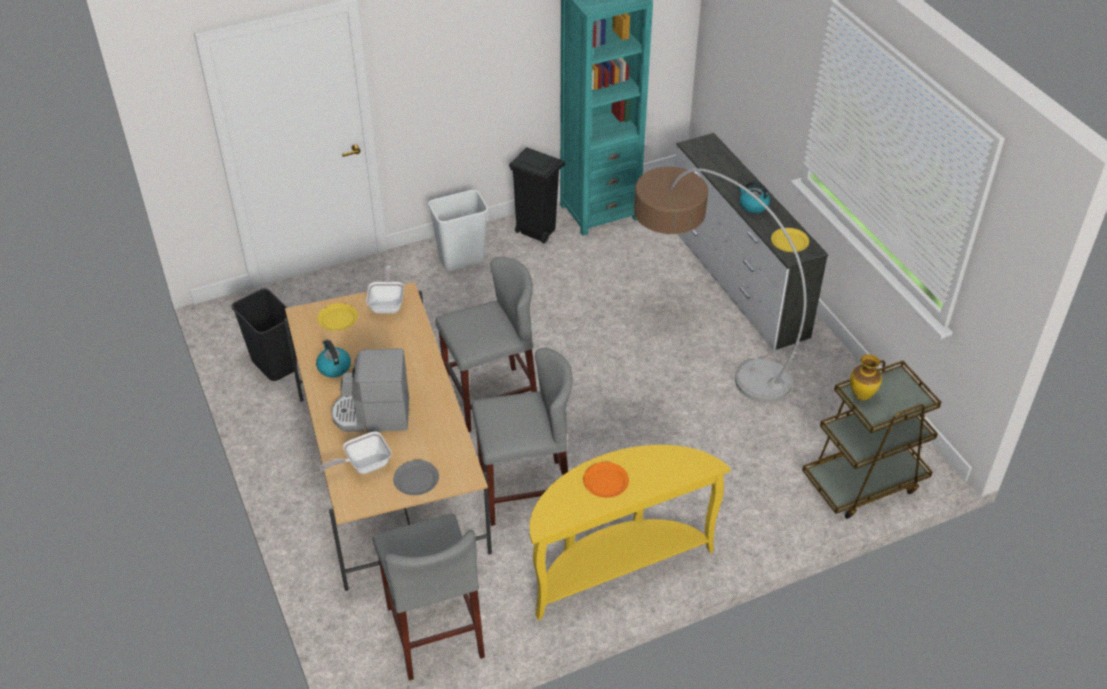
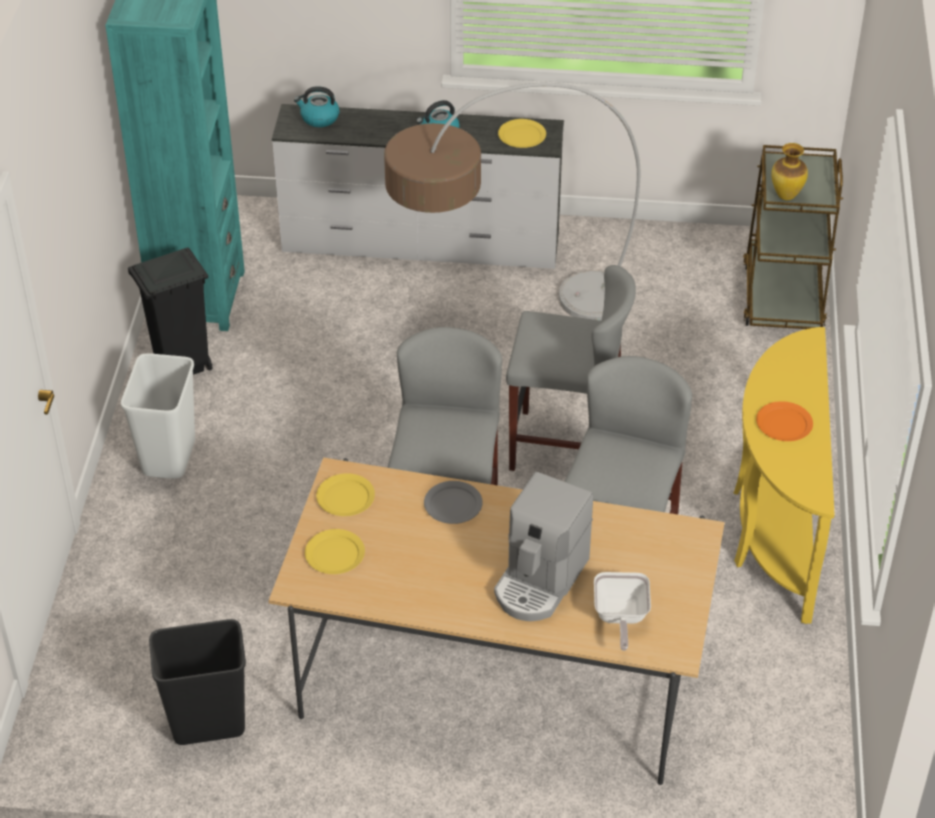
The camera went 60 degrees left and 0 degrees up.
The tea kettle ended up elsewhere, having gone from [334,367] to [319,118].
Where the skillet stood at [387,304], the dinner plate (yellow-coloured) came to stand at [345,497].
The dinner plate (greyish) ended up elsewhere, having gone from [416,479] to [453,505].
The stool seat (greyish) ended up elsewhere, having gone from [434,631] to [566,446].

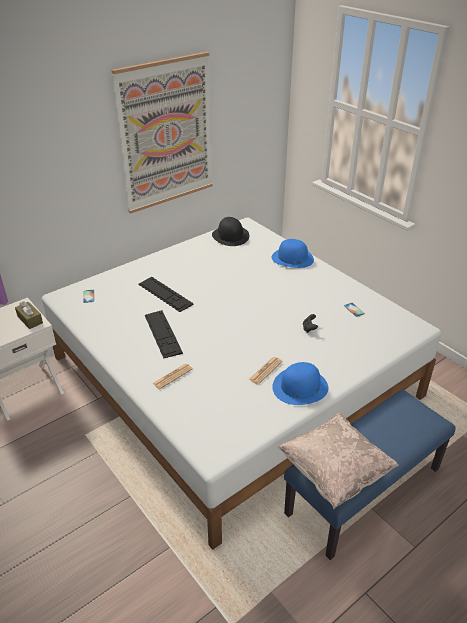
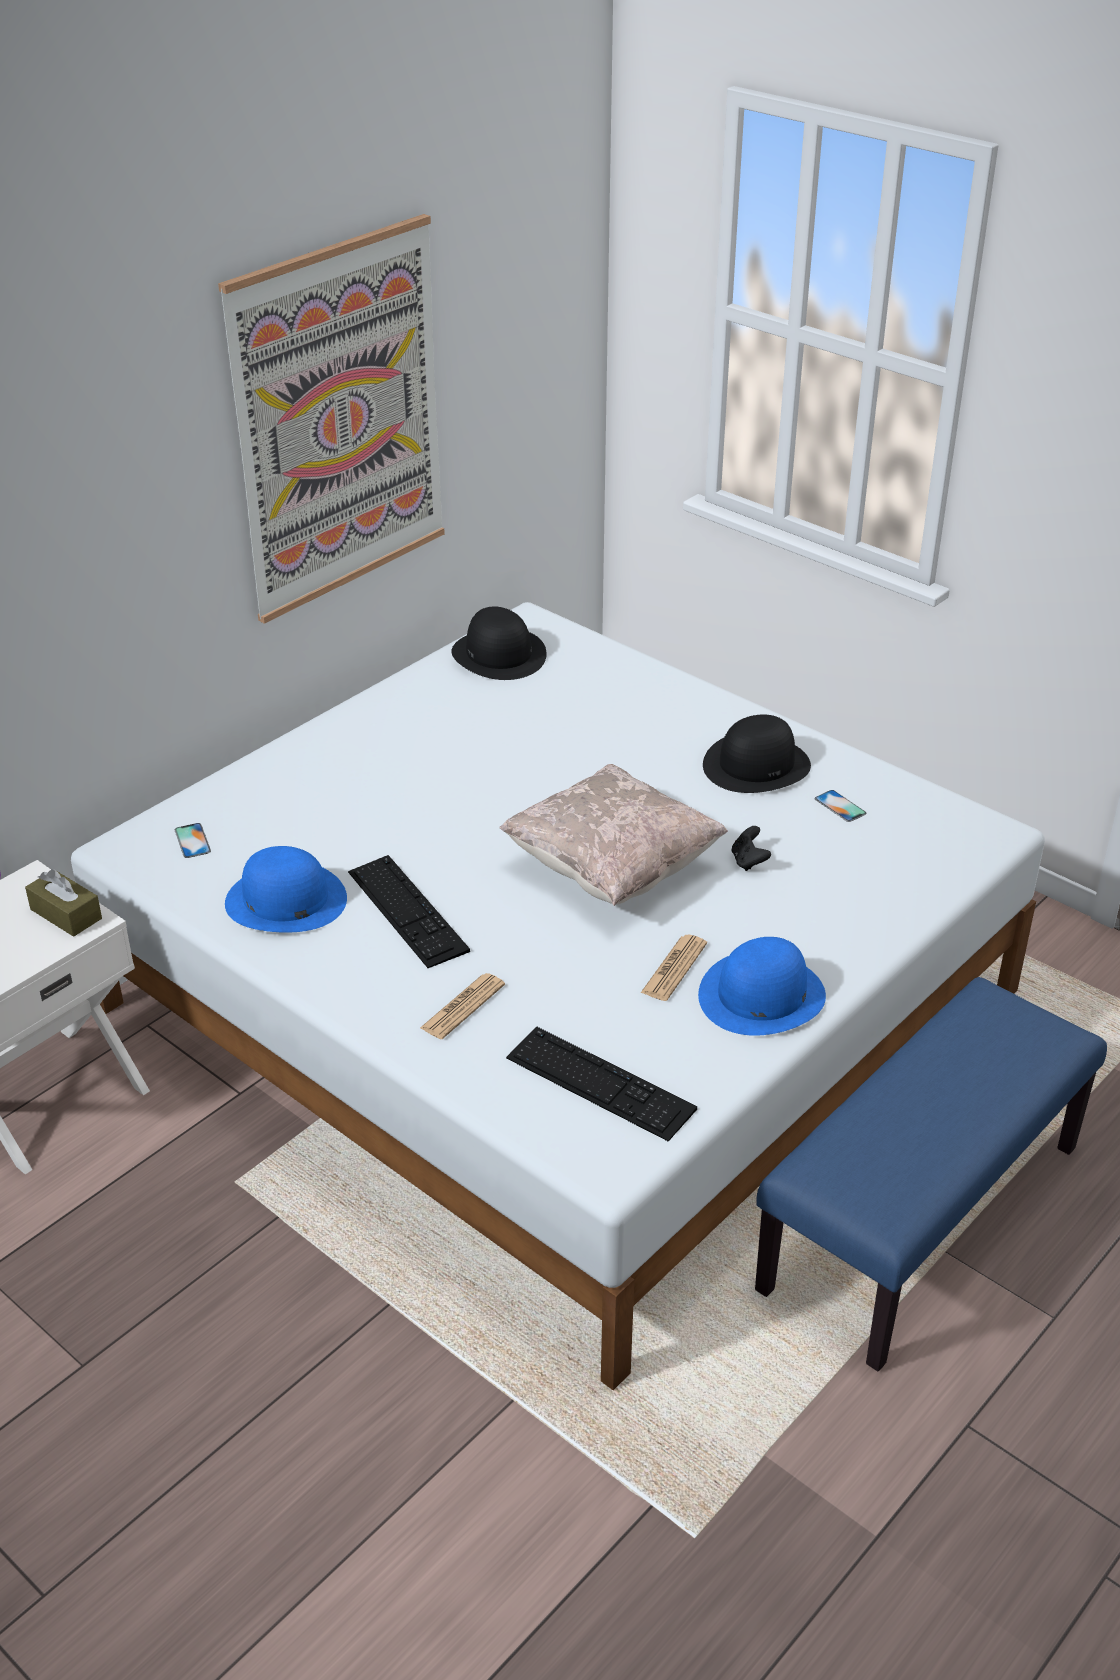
The camera went 10 degrees left and 0 degrees up.
The hat (blue) ended up elsewhere, having gone from [292,258] to [285,900].
The throw pillow (beige-coloured) ended up elsewhere, having gone from [334,472] to [612,868].
The PC keyboard ended up elsewhere, having gone from [165,294] to [600,1083].
The second view gained the hat (black-coloured) at [756,765].

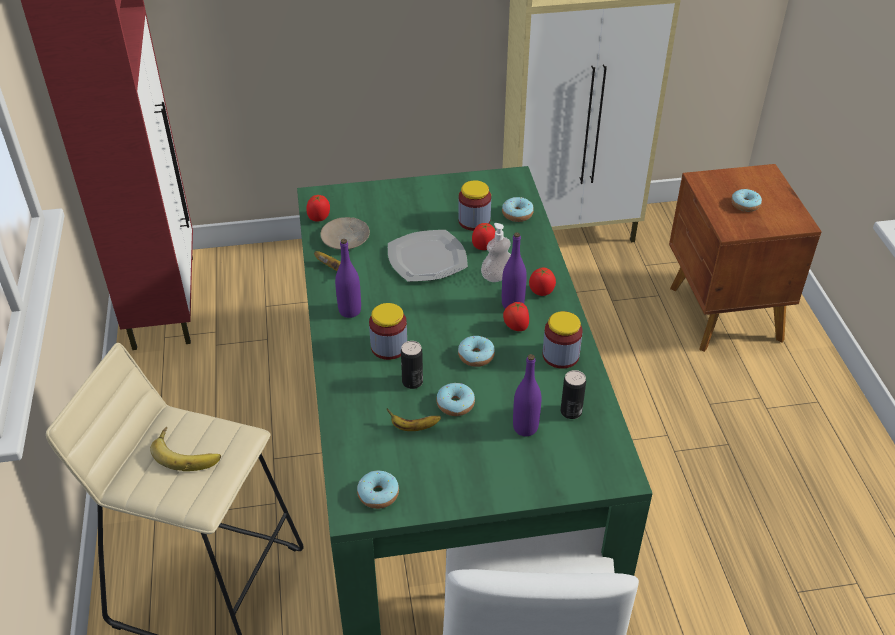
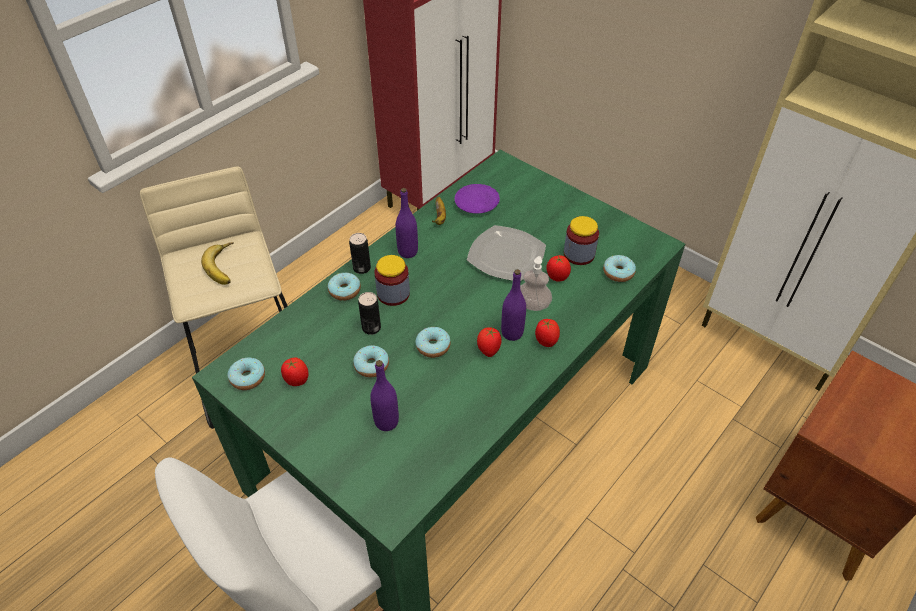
The camera went 50 degrees right and 5 degrees up.
The fresh tomato ended up elsewhere, having gone from [319,218] to [296,380].
The ring doughnut ended up elsewhere, having gone from [745,205] to [344,291].
The metal can ended up elsewhere, having gone from [571,411] to [362,268].
What was the dinner plate (beige-coloured) at [346,238] turned into the dinner plate (purple-coloured) at [477,203].
The second view lost the banana at [414,427].
The second view lost the preserve jar at [560,355].

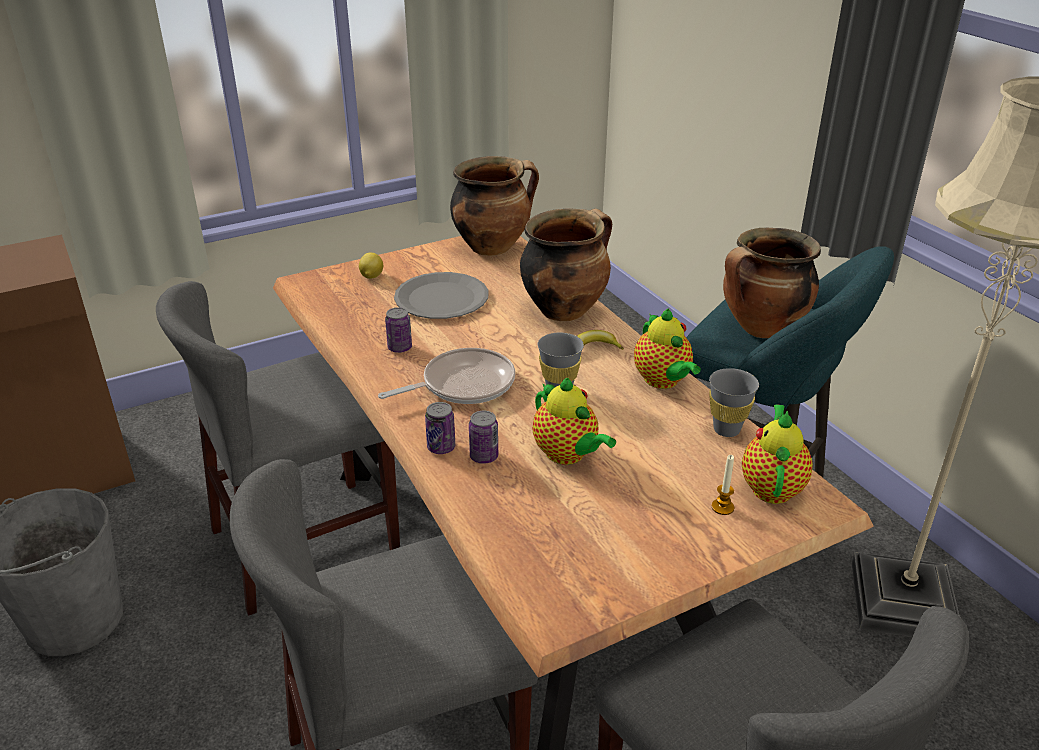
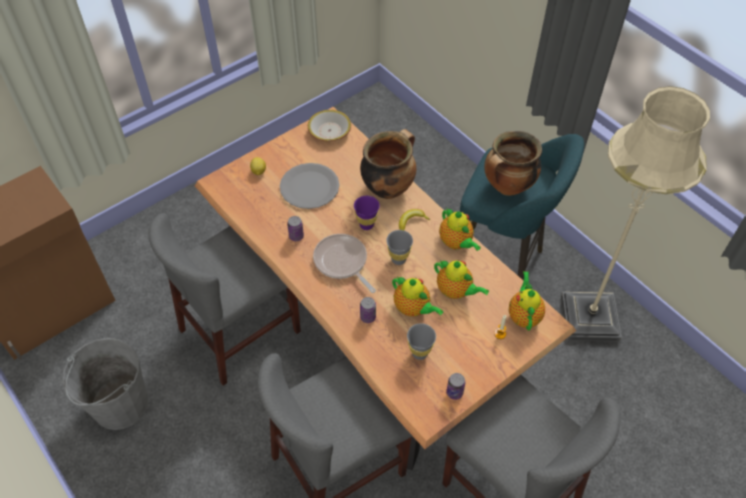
The camera went 10 degrees left and 20 degrees up.
Where the cooking pot stood at [493,247], the deep dish came to stand at [329,131].
The skillet at [463,385] ended up facing another way, 90 degrees counterclockwise from before.
The second view gained the small cup (purple-coloured) at [366,225].
The small cup (greyish) ended up elsewhere, having gone from [726,429] to [419,353].
The second view gained the teapot at [456,291].
The metal can ended up elsewhere, having gone from [441,447] to [454,392].

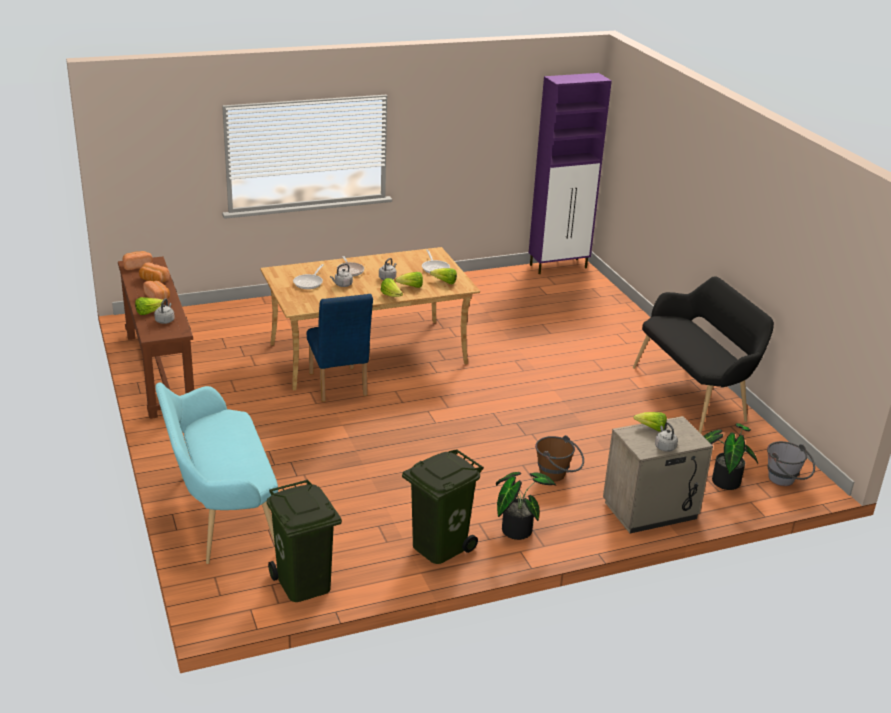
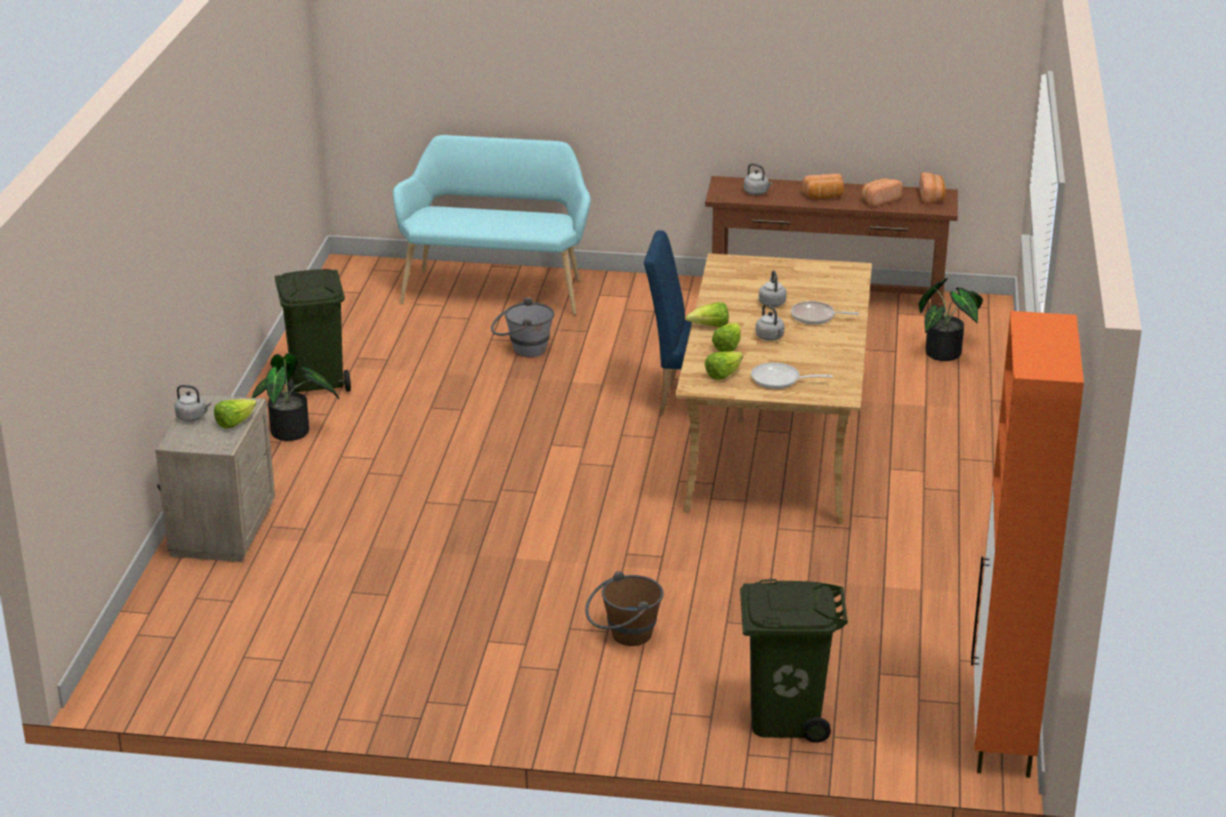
The camera went 120 degrees right and 0 degrees up.
The water bucket (greyish) ended up elsewhere, having gone from [785,481] to [522,350].
The water bucket (brown) ended up elsewhere, having gone from [557,476] to [624,637].
The waste bin (green) ended up elsewhere, having gone from [303,583] to [784,717].
The potted plant ended up elsewhere, having gone from [723,480] to [948,353].
What was the storage cabinet (purple-coloured) at [559,266] turned into the storage cabinet (orange) at [1001,737].
The second view lost the lettuce at [148,312].
The second view lost the skillet at [309,282].
The second view lost the bench (black-coloured) at [694,394].

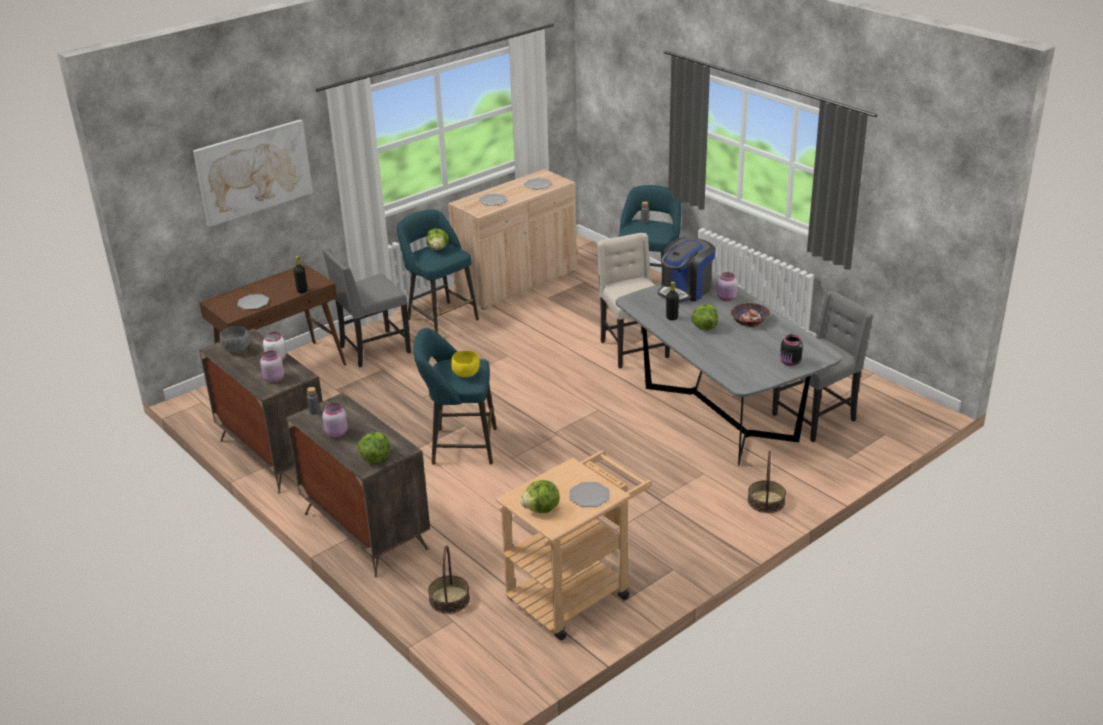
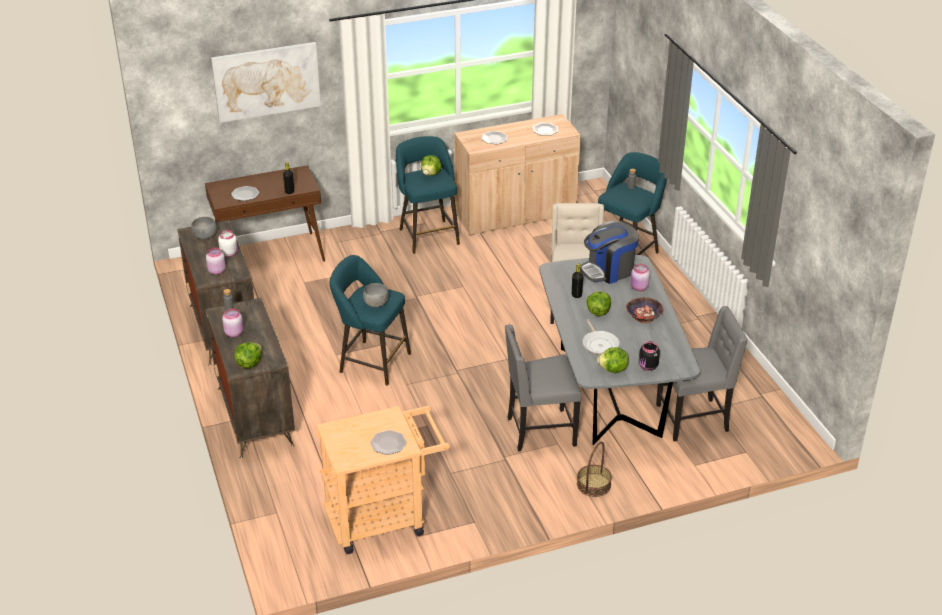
The camera went 20 degrees right and 5 degrees up.
What was the deep dish (yellow-coloured) at [466,374] turned into the deep dish (greyish) at [376,304].
The chair (greyish) ended up elsewhere, having gone from [373,350] to [539,431].
The second view gained the skillet at [599,344].
The lettuce ended up elsewhere, having gone from [541,509] to [613,370].
The second view lost the household basket at [449,599].

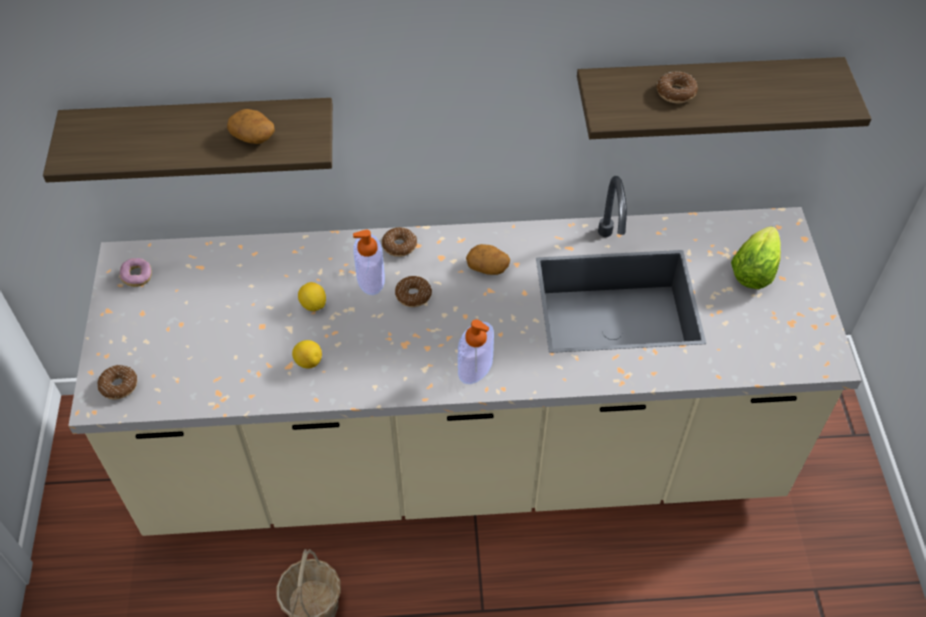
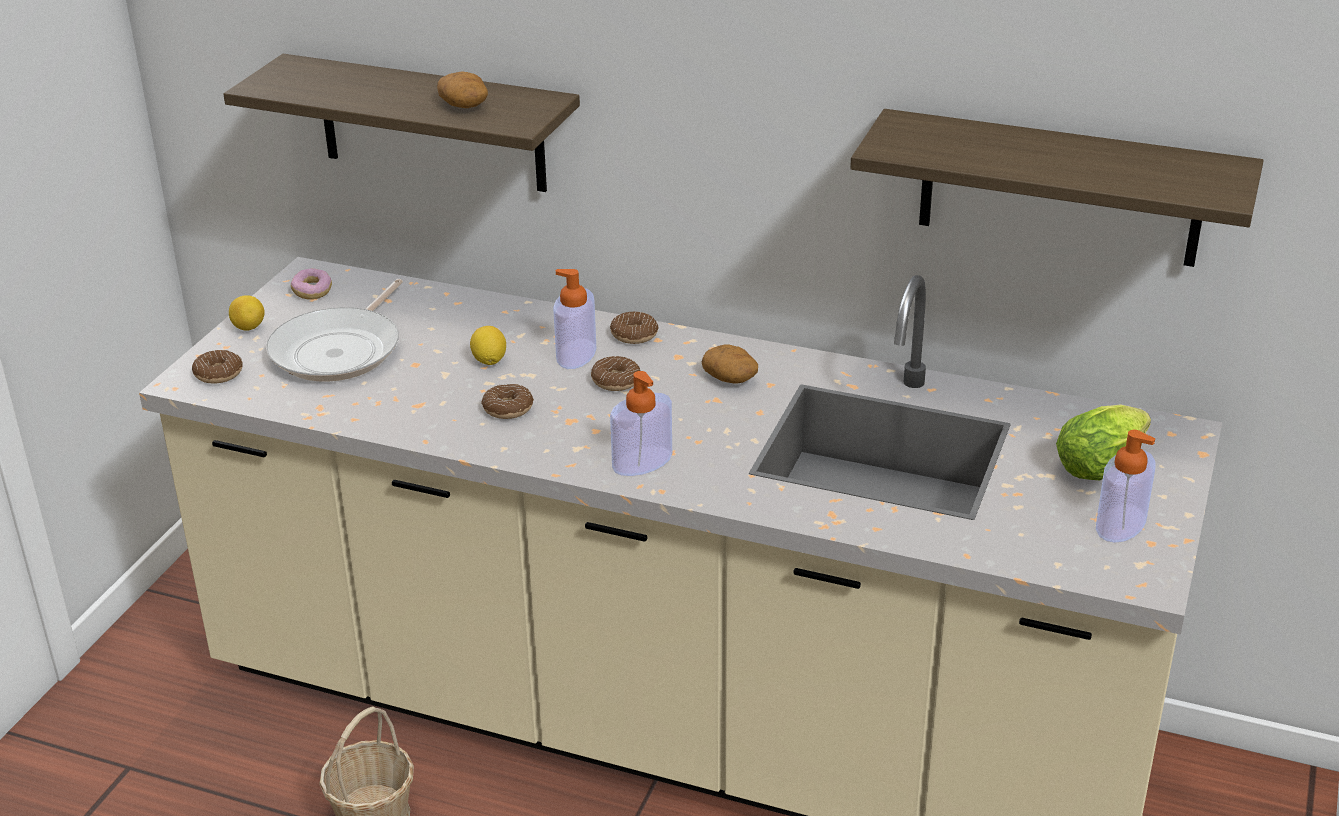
The camera went 25 degrees right and 20 degrees down.
The lemon ended up elsewhere, having gone from [308,362] to [249,328].
The second view gained the skillet at [340,350].
The ring doughnut ended up elsewhere, having gone from [676,93] to [508,408].
The second view gained the soap dispenser at [1120,524].

